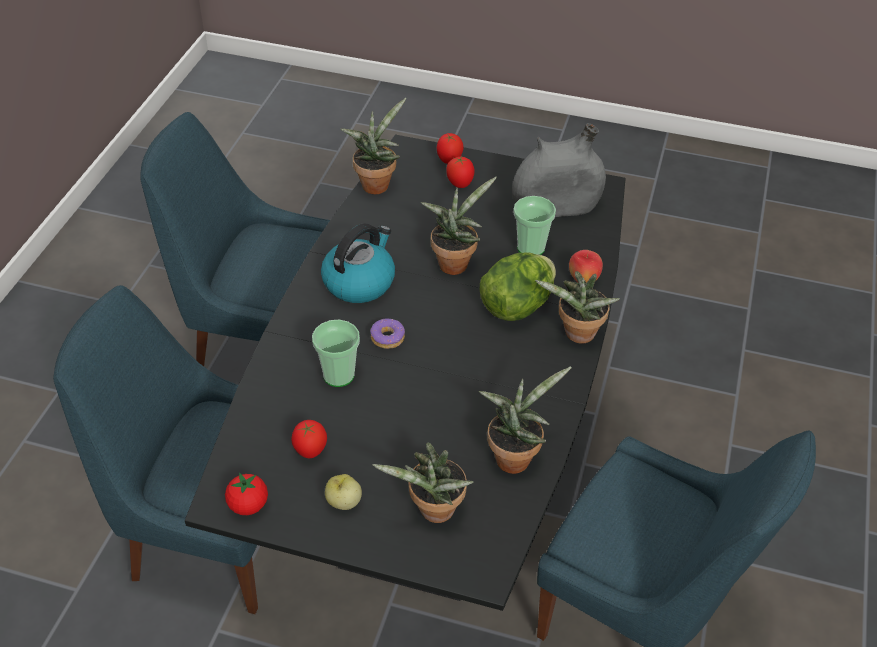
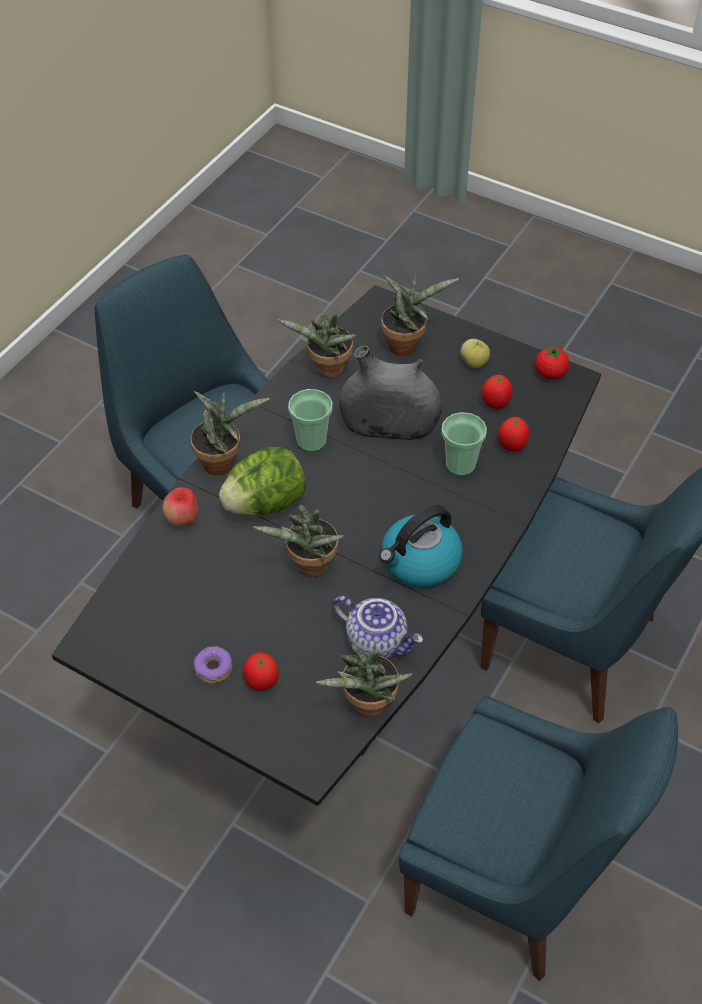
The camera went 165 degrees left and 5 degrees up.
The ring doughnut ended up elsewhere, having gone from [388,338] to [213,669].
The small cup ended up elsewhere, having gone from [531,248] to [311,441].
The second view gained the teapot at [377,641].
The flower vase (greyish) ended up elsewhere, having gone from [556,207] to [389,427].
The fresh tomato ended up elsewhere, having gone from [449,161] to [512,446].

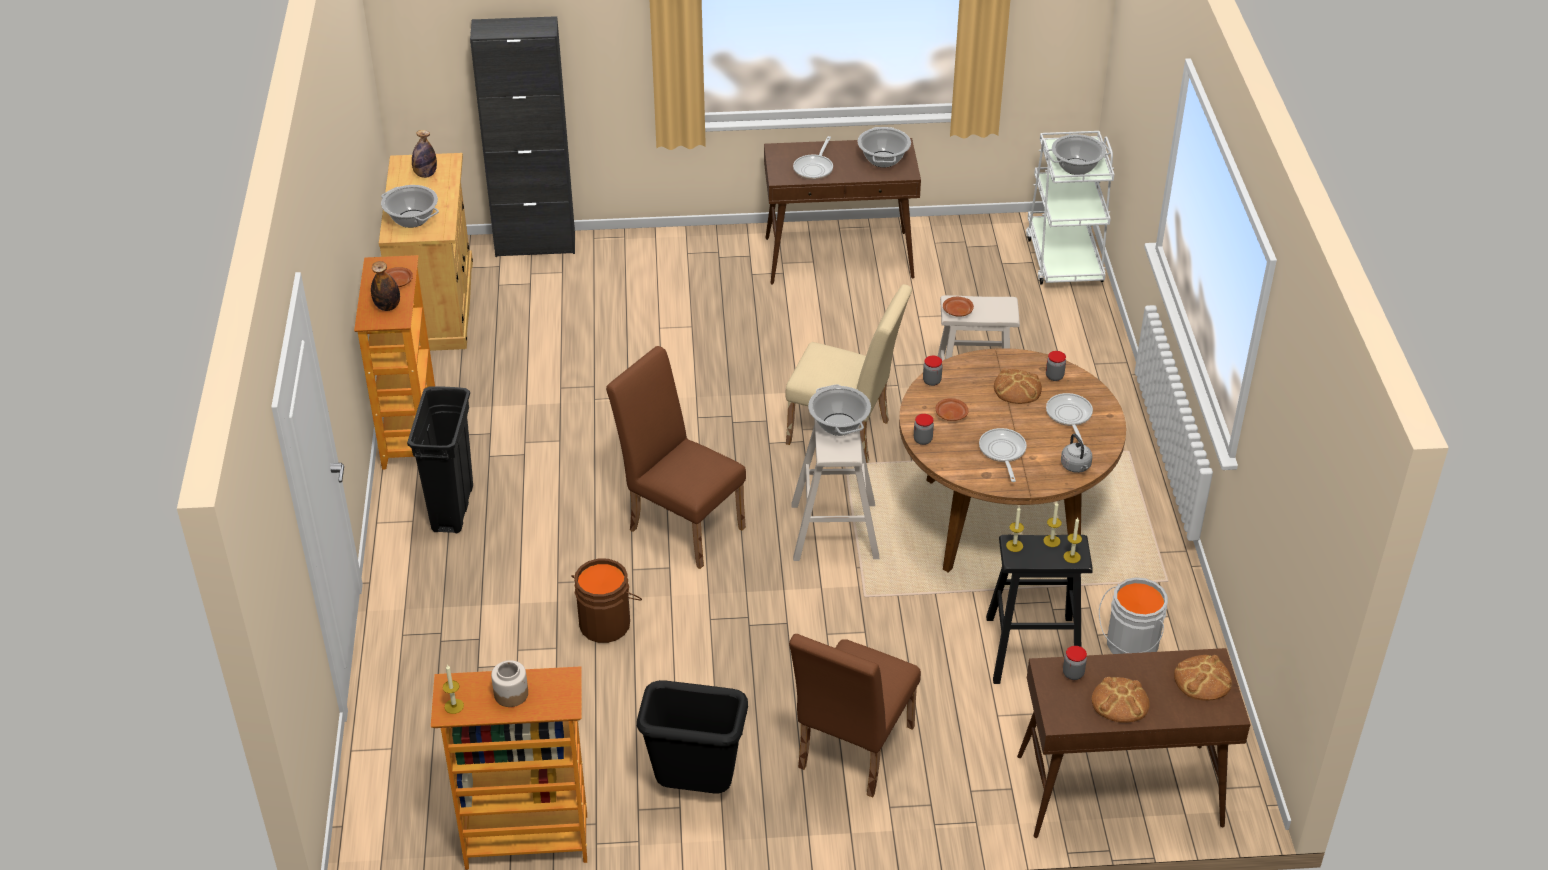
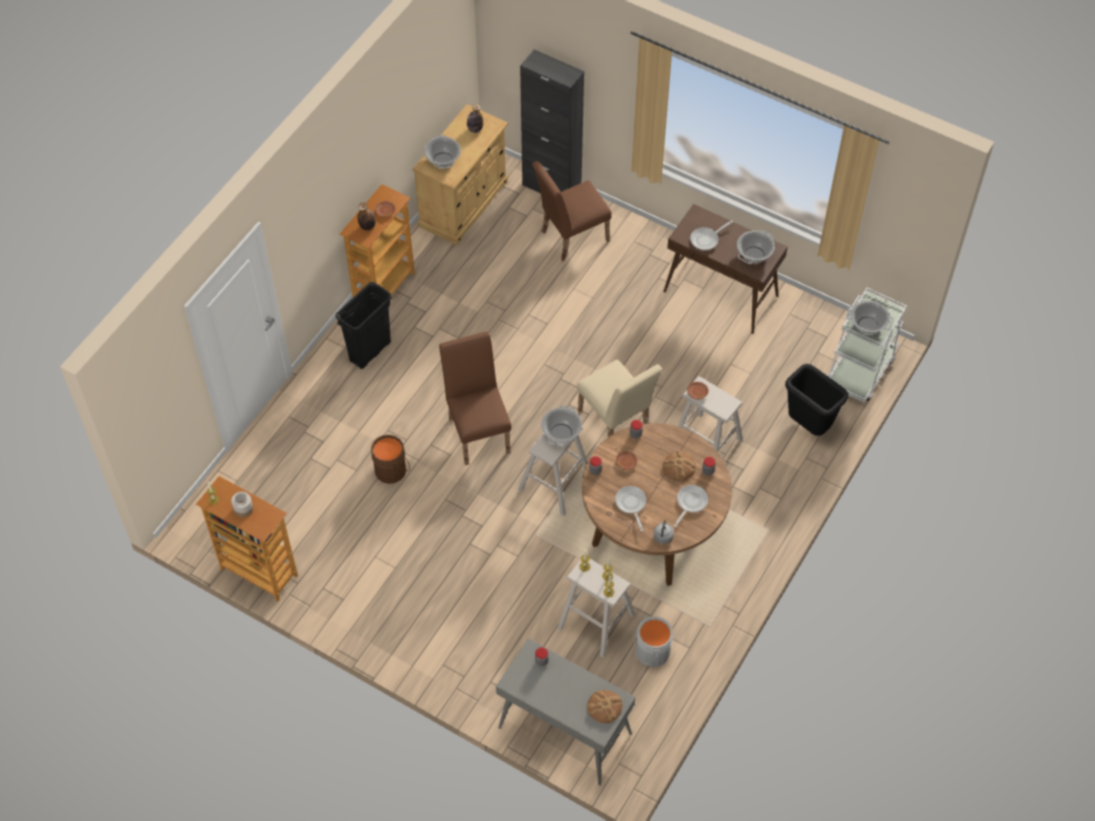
The camera went 35 degrees right and 15 degrees up.
What was the console table (brown) at [1118,792] turned into the console table (greyish) at [564,731].
The chair (brown) ended up elsewhere, having gone from [851,753] to [570,238].
What was the stool seat (black-coloured) at [1032,649] turned into the stool seat (beige-coloured) at [596,621].
The skillet at [1002,452] ended up facing another way, 45 degrees counterclockwise from before.
The waste bin (black-coloured) ended up elsewhere, having gone from [696,788] to [809,426].
The second view lost the baked bread at [1120,702].

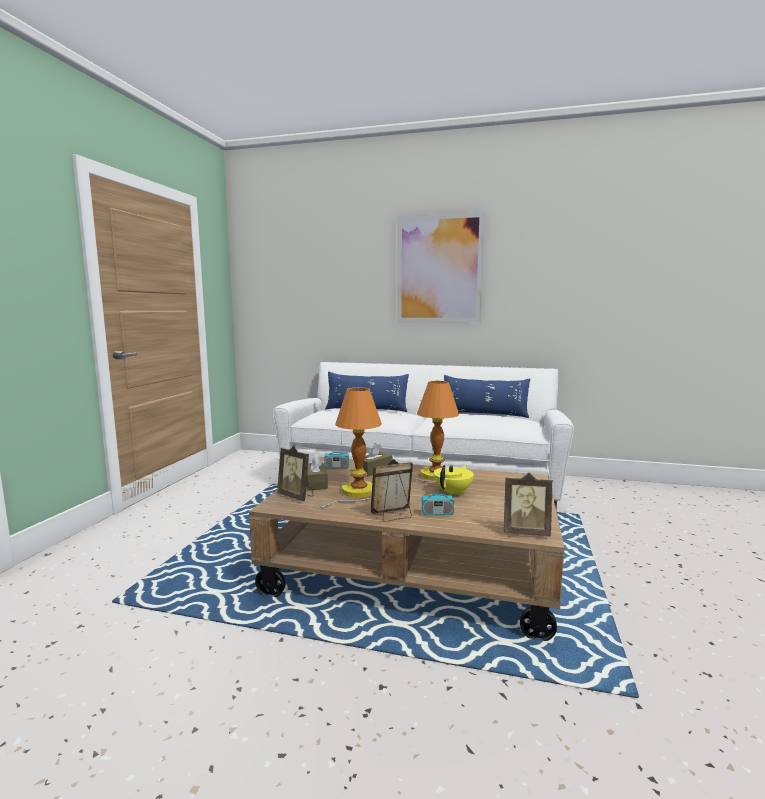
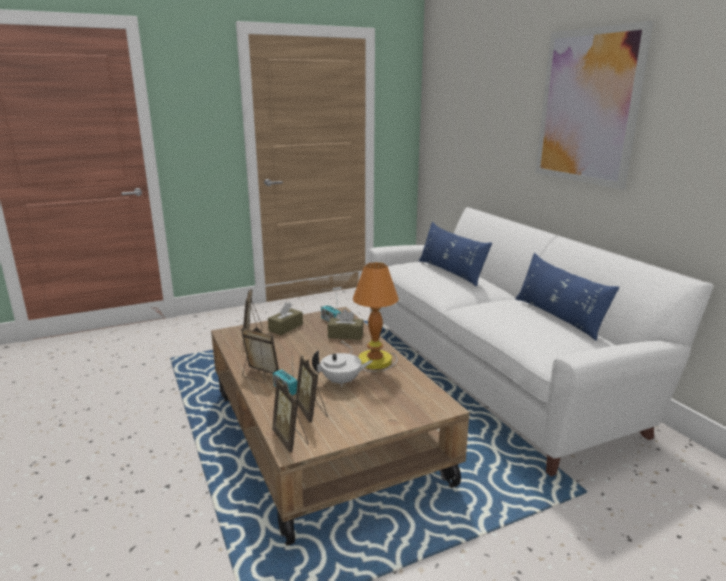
The camera went 50 degrees right and 10 degrees up.
The second view gained the picture frame at [312,411].
What was the teapot (yellow-coloured) at [453,492] turned into the teapot (white) at [342,381].
The second view lost the tabletop lamp at [358,492].

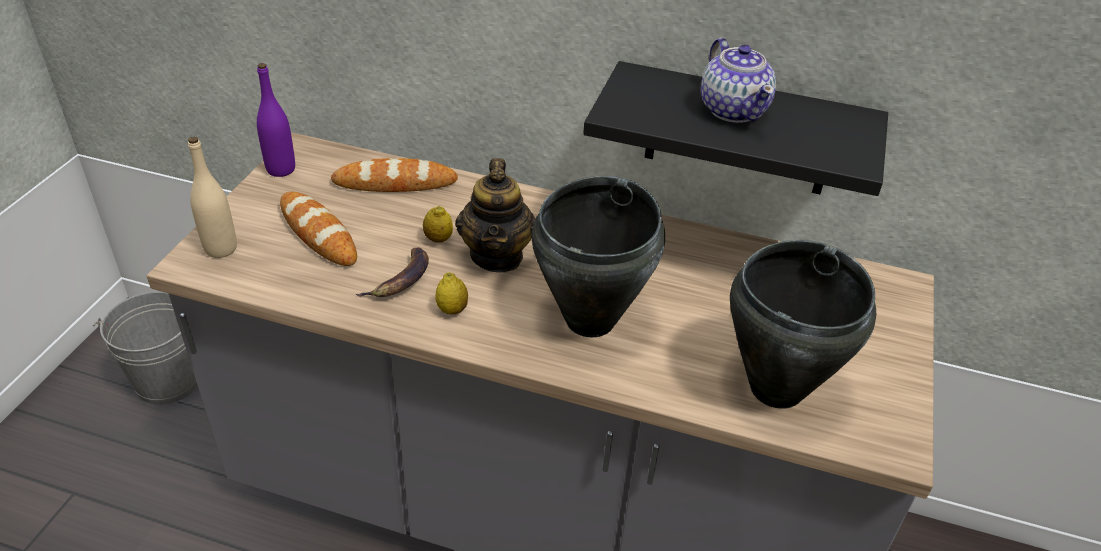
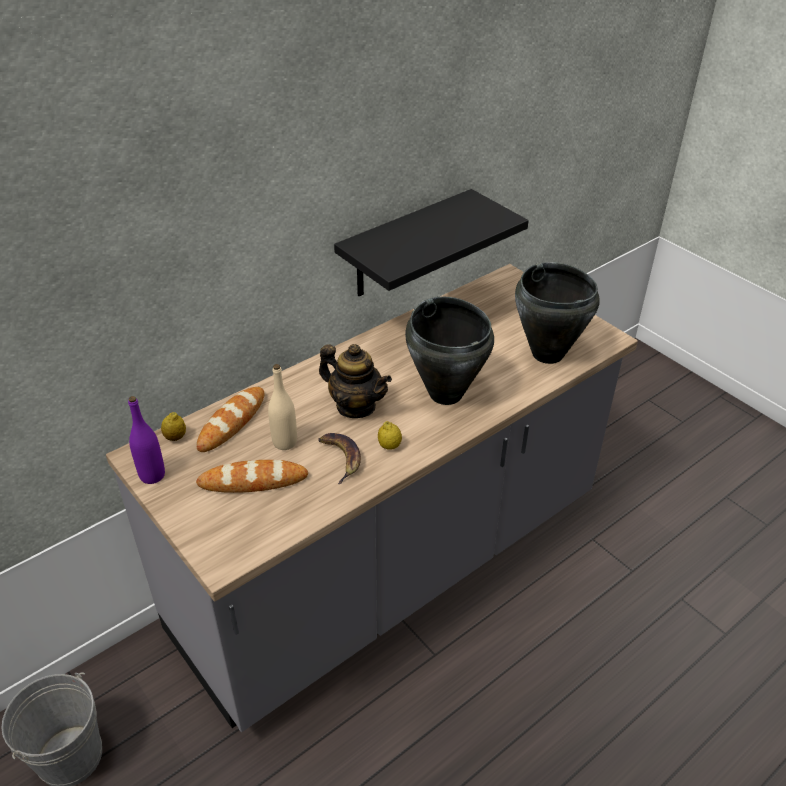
The camera went 55 degrees left and 0 degrees up.
The lemon ended up elsewhere, having gone from [438,239] to [175,437].
The bottle (beige-coloured) ended up elsewhere, having gone from [221,248] to [285,442].
The second view lost the teapot at [733,109].

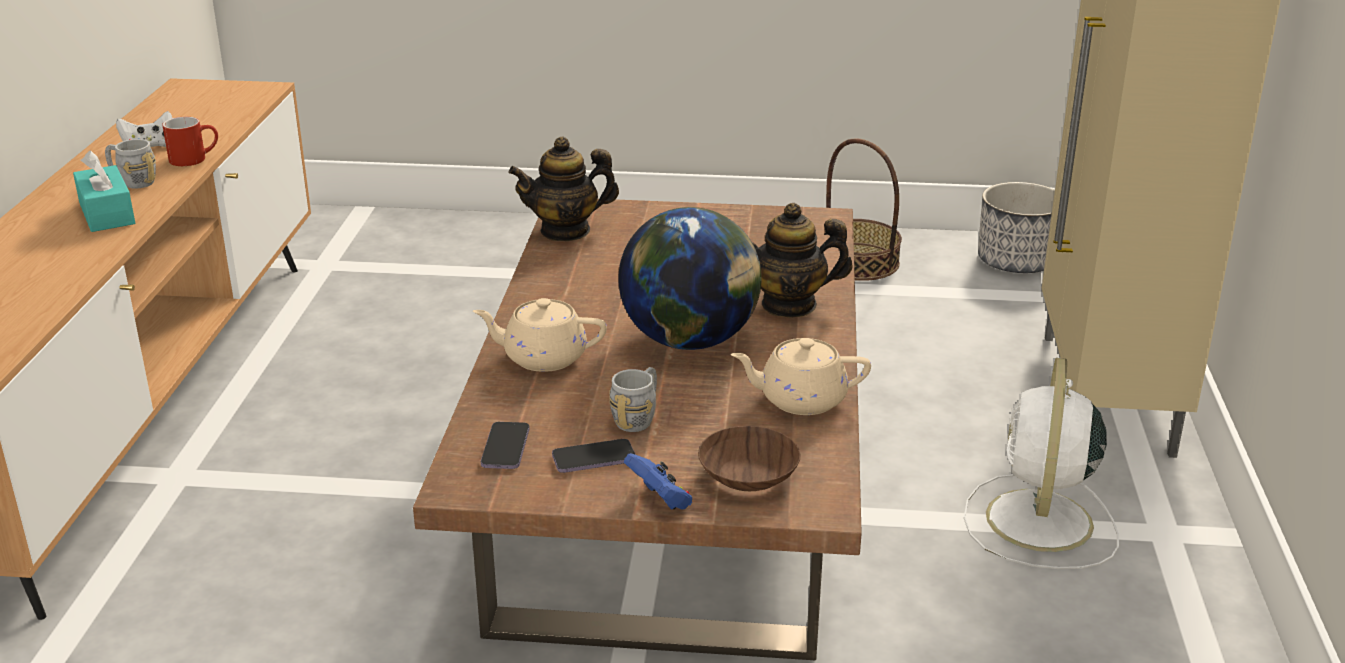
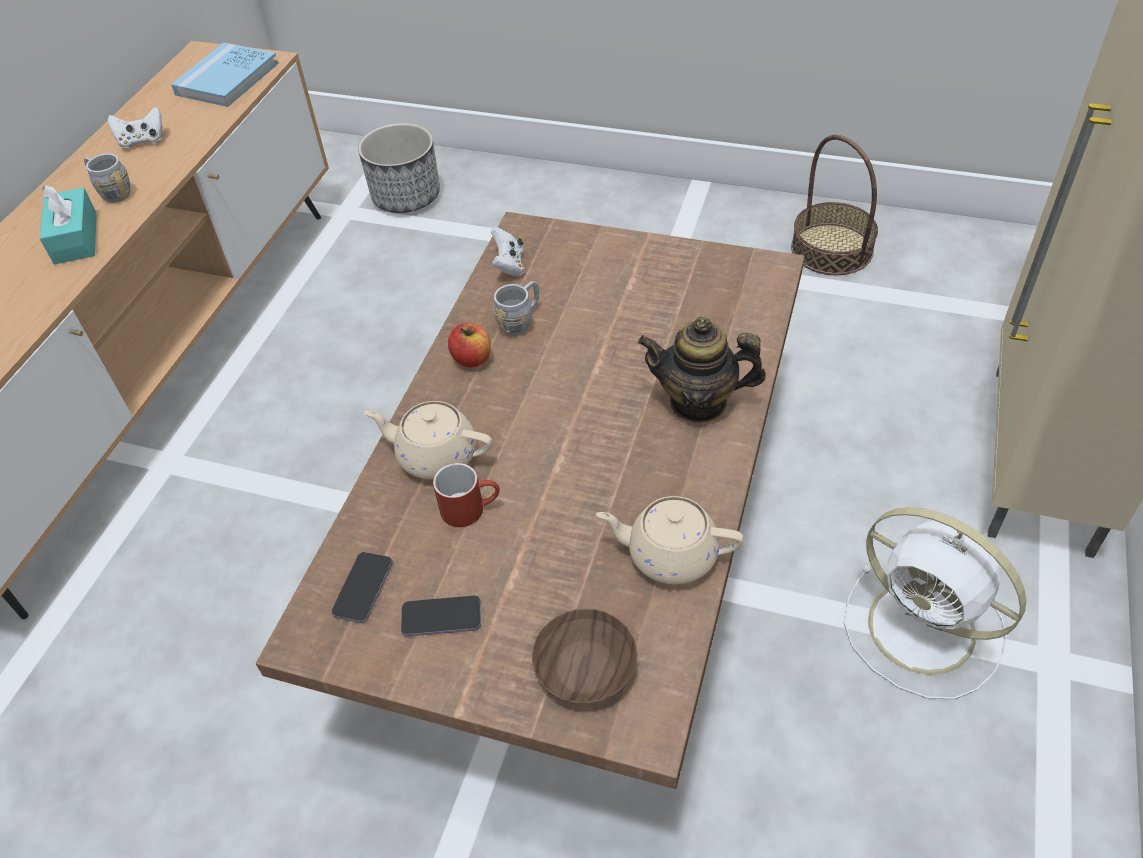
The camera went 15 degrees right and 20 degrees up.
The second view gained the volume (blue) at [227,79].
The plant pot ended up elsewhere, having gone from [1017,261] to [407,196].
The mug (red) ended up elsewhere, having gone from [195,158] to [471,508].
The second view gained the whole apple at [472,359].
Where the teapot stood at [566,231], the joypad (white) came to stand at [509,265].
The mug (greyish) ended up elsewhere, having gone from [638,417] to [520,321].
The electric fan (white) at [1039,523] ended up facing another way, 75 degrees counterclockwise from before.
The second view lost the desk globe at [690,340].
The second view lost the joypad (blue) at [660,500].

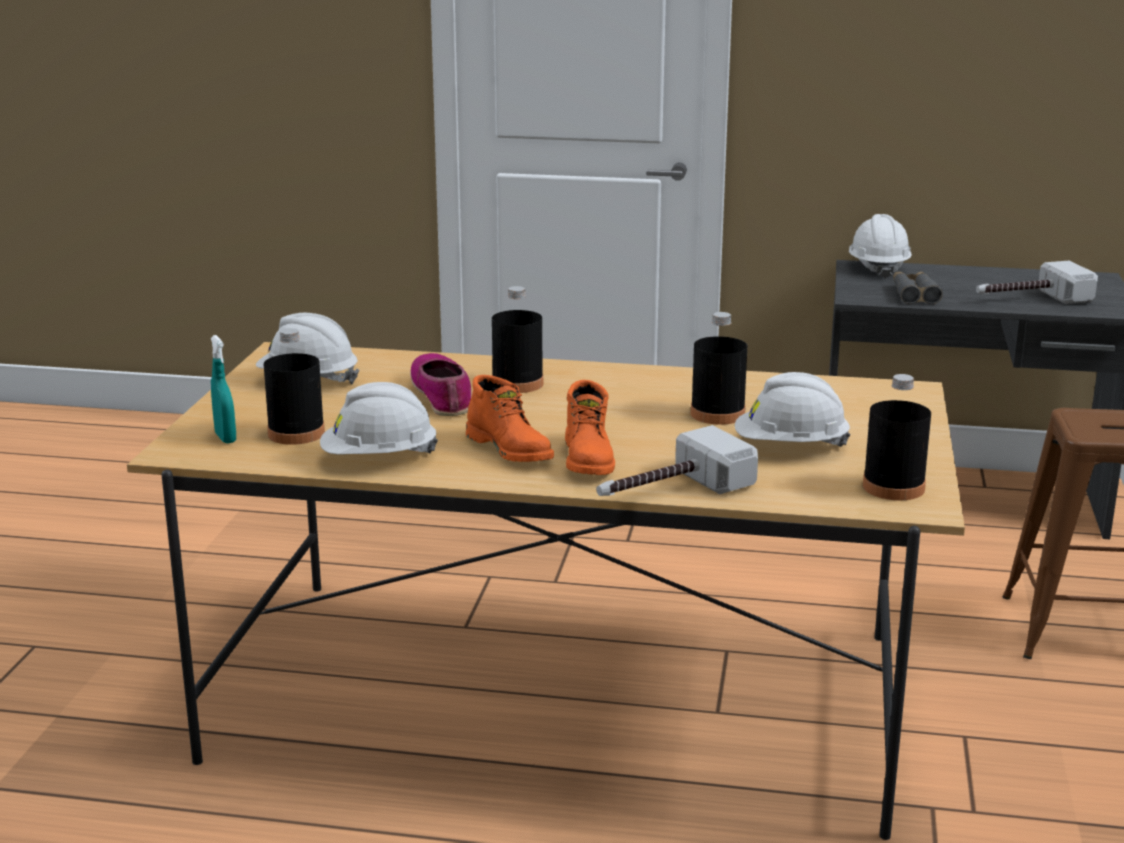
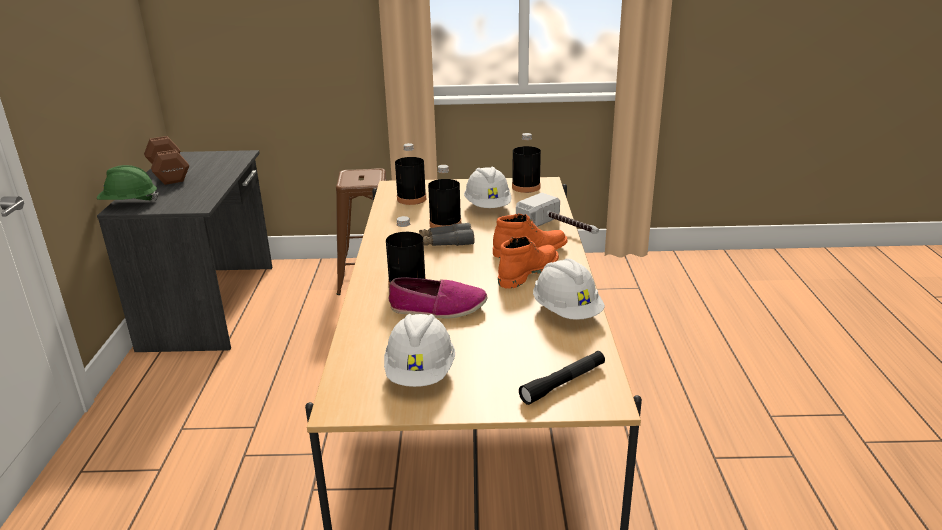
The camera went 100 degrees left and 5 degrees up.
What was the safety helmet (white) at [877,268] turned into the safety helmet (green) at [129,203].
The second view gained the free weight (brown) at [169,173].
The low shoe at [443,395] ended up facing another way, 150 degrees counterclockwise from before.
The bottle (black-coloured) ended up elsewhere, having gone from [296,433] to [411,199].
The binoculars (greyish) ended up elsewhere, having gone from [914,294] to [446,242].
Where the hand sprayer (turquoise-coloured) stood at [225,438], the flashlight (black-coloured) came to stand at [563,383].
The second view lost the hand hammer at [1029,299].

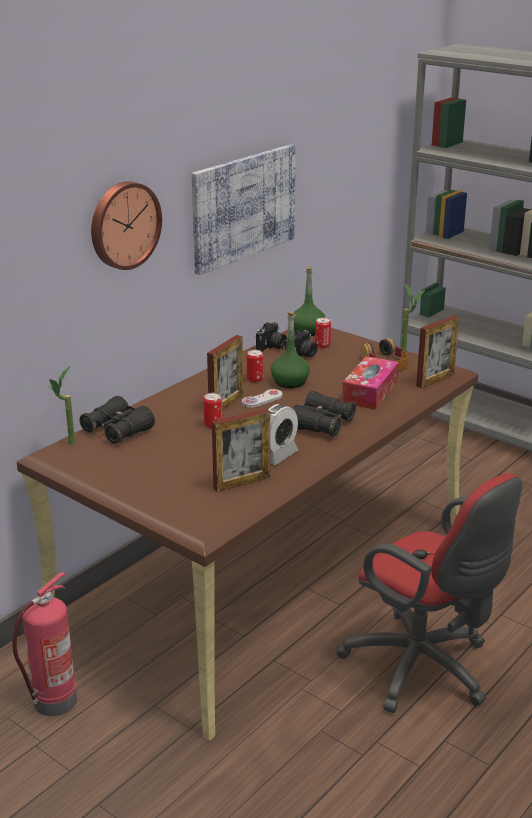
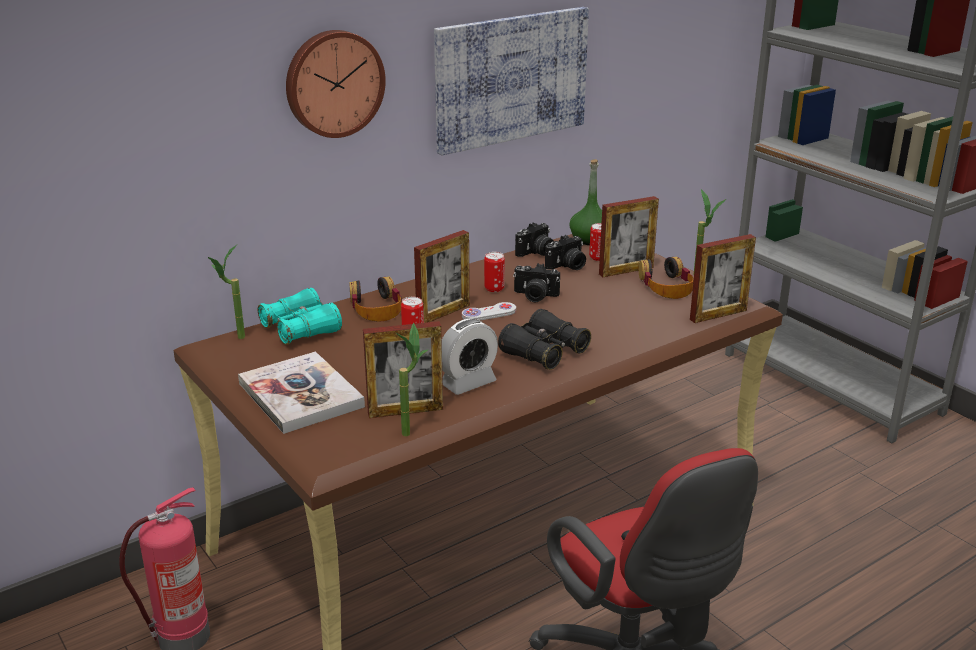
The camera went 15 degrees right and 0 degrees up.
The second view gained the volume at [300,395].
What was the binoculars (black-coloured) at [117,430] turned into the binoculars (turquoise-coloured) at [301,329].
The second view gained the headset at [376,308].
The second view gained the potted plant at [411,430].
Where the bottle (green) stood at [290,382], the photo camera came to stand at [535,296].
The second view gained the picture frame at [626,271].
The second view lost the box of tissues at [370,392].

